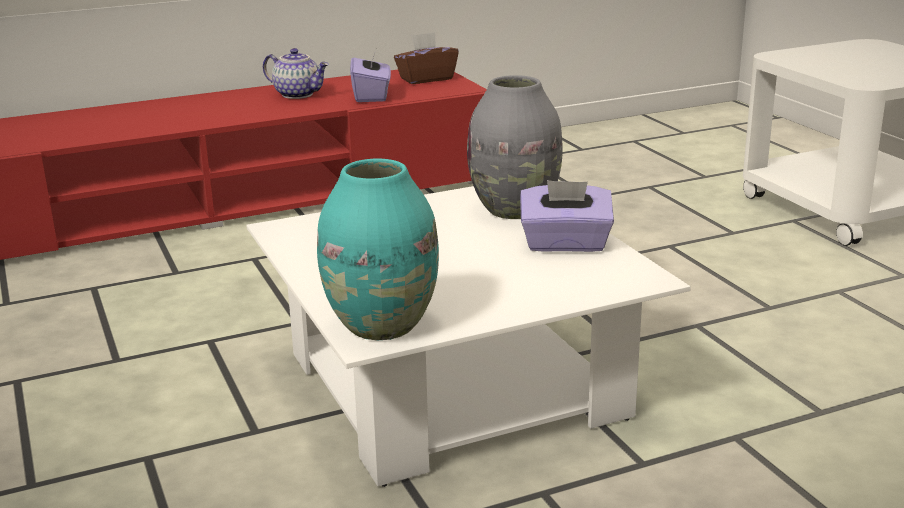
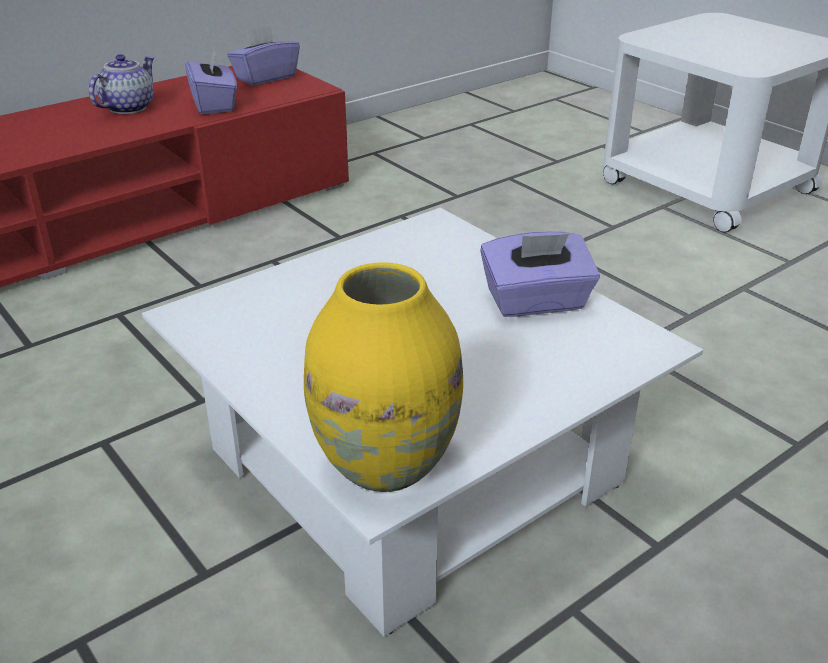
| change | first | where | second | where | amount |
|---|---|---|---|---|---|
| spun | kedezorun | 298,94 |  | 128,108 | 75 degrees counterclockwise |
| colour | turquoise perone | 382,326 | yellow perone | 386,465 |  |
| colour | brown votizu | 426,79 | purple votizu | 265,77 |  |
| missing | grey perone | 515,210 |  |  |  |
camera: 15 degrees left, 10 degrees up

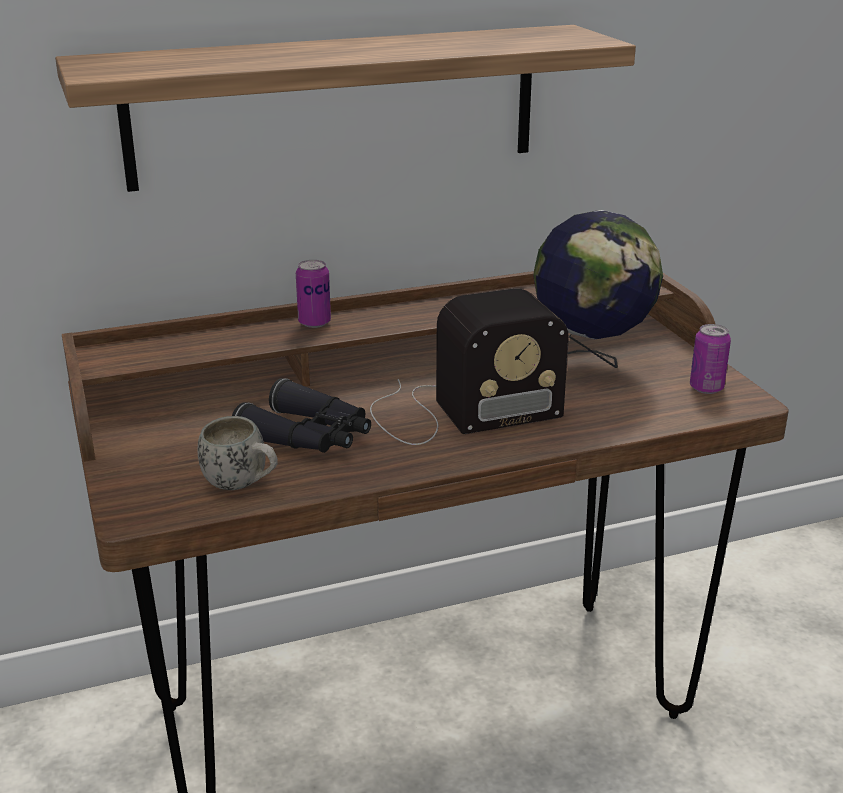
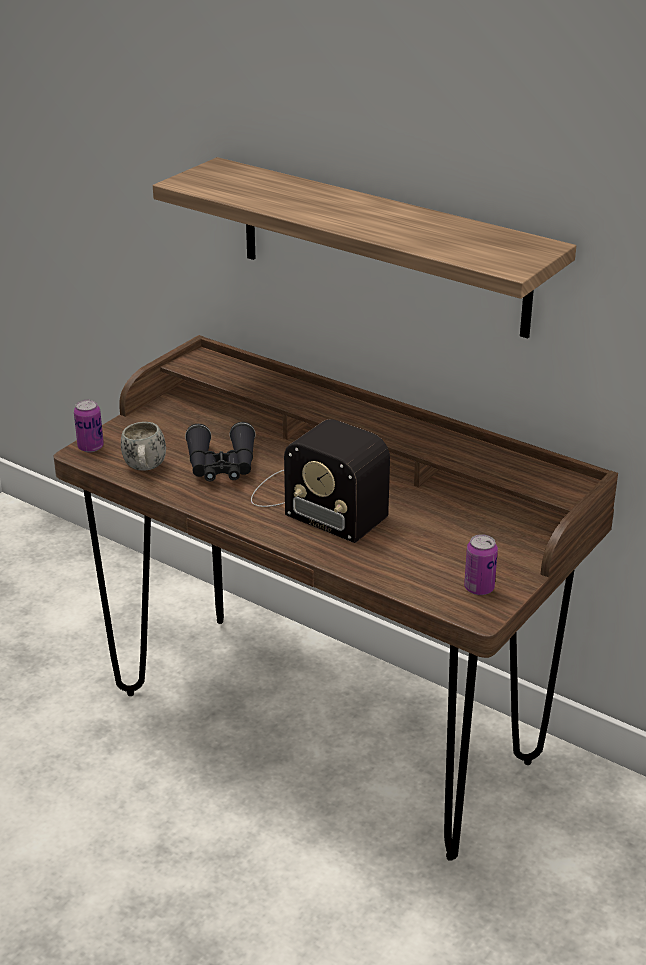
| change | first | where | second | where | amount |
|---|---|---|---|---|---|
| relocated | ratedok | 314,322 |  | 90,447 |  |
| missing | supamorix | 591,364 |  |  |  |
camera: 55 degrees right, 5 degrees up

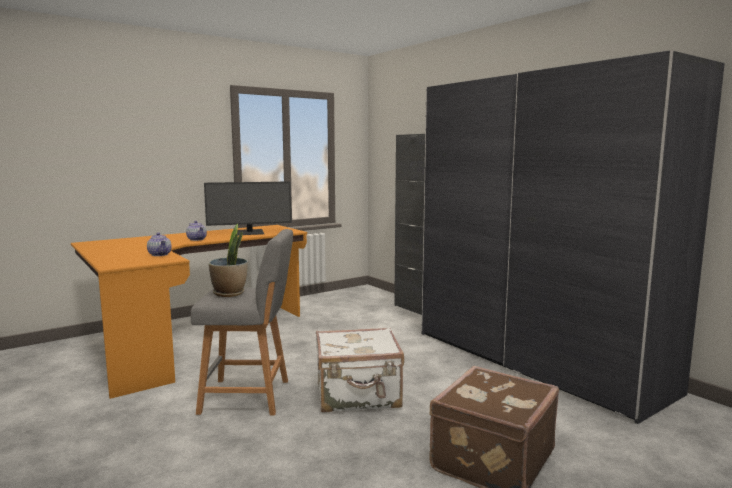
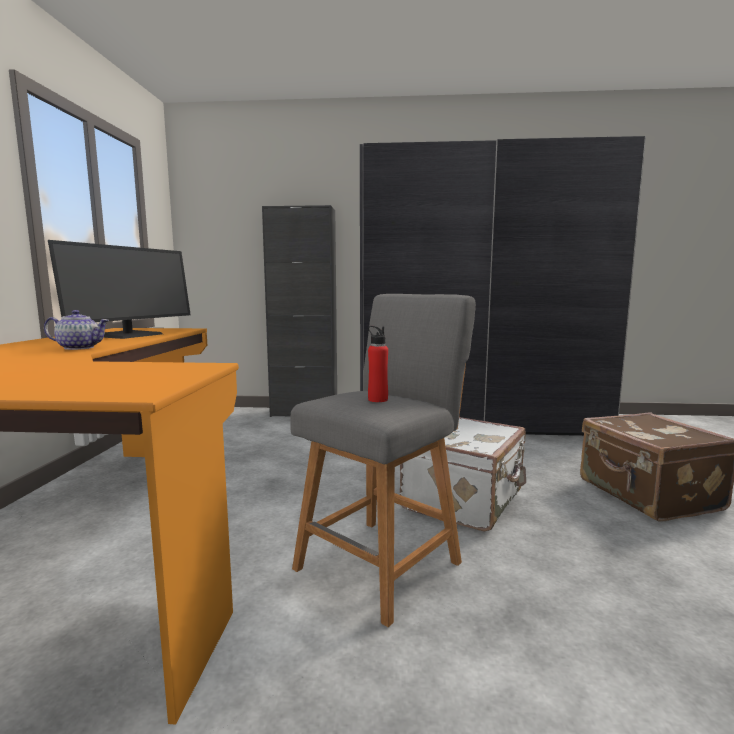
| change | first | where | second | where | amount |
|---|---|---|---|---|---|
| missing | kedezorun | 160,254 |  |  |  |
| exchanged | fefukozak | 229,293 | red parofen | 377,399 |  |
camera: 50 degrees left, 0 degrees up

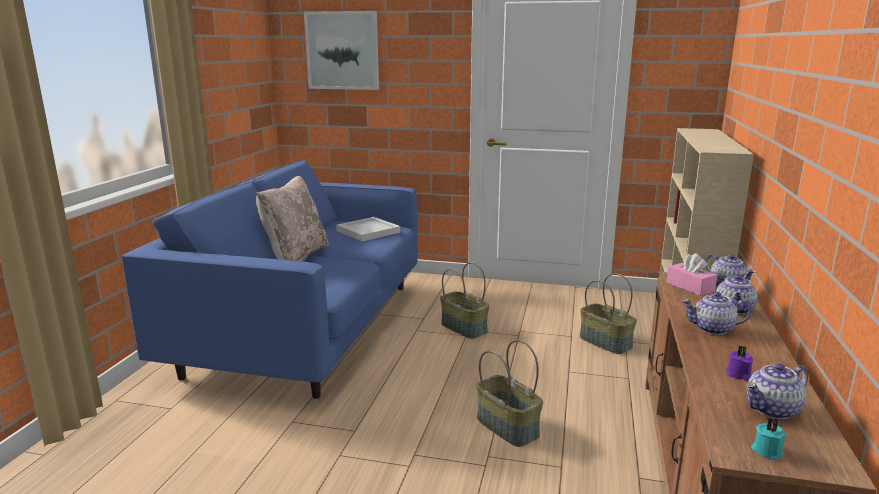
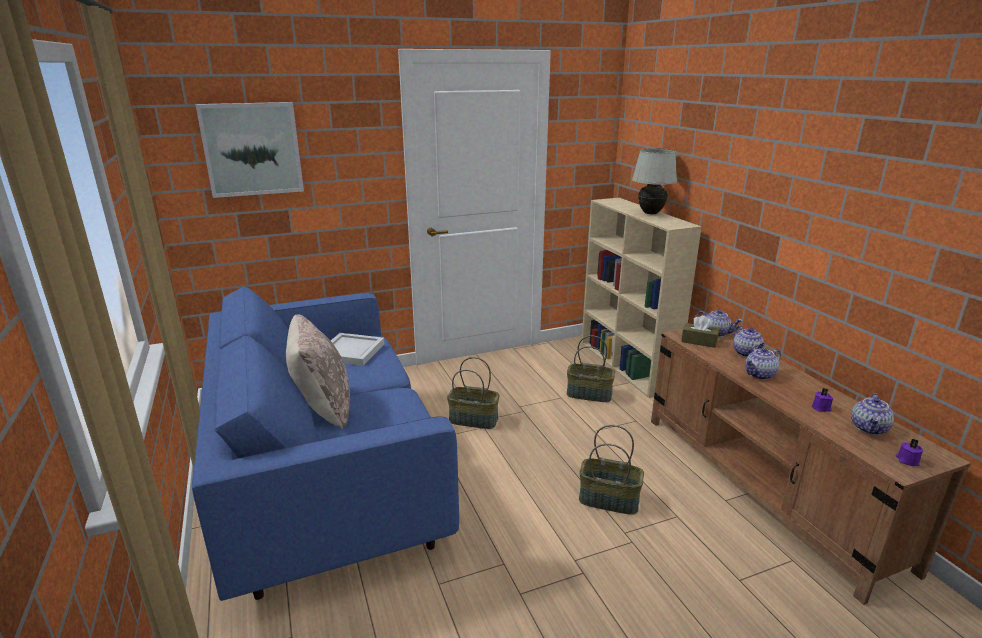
| change | first | where | second | where | amount |
|---|---|---|---|---|---|
| colour | pink votizu | 690,287 | brown votizu | 699,341 |  |
| colour | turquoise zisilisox | 767,450 | purple zisilisox | 907,460 |  |
| appeared |  |  | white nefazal | 650,213 |  |
camera: 35 degrees left, 5 degrees up

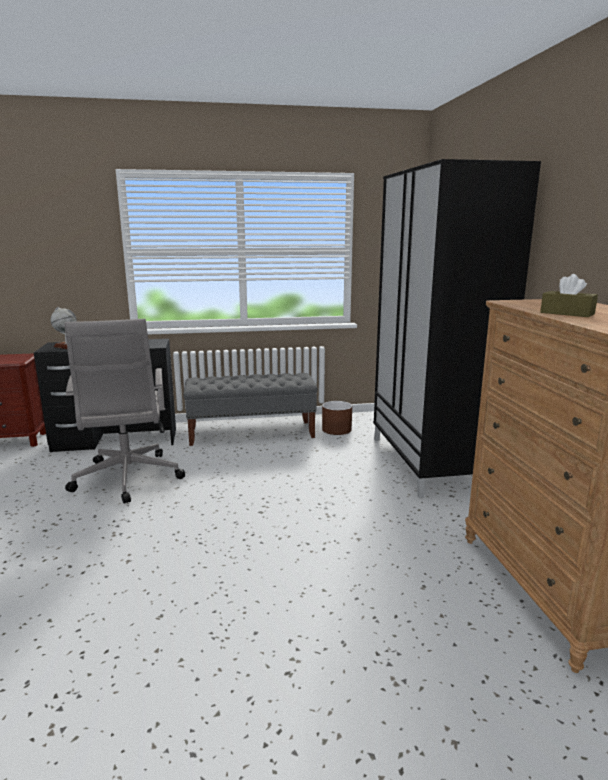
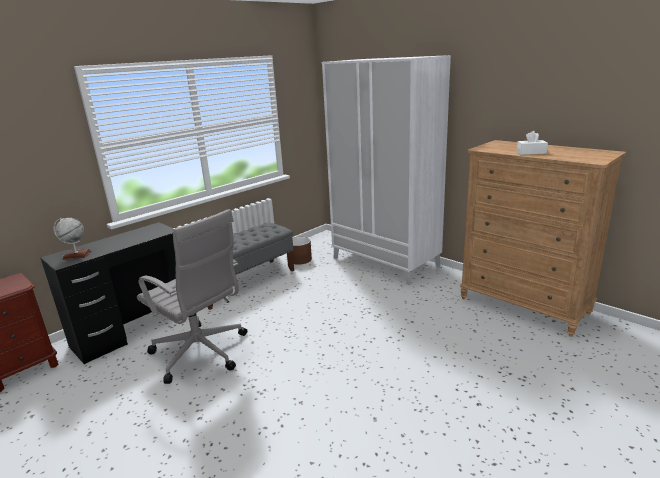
| change | first | where | second | where | amount |
|---|---|---|---|---|---|
| colour | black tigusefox | 430,463 | white tigusefox | 386,261 |  |
| colour | brown votizu | 567,313 | white votizu | 531,152 |  |
camera: 35 degrees left, 5 degrees up

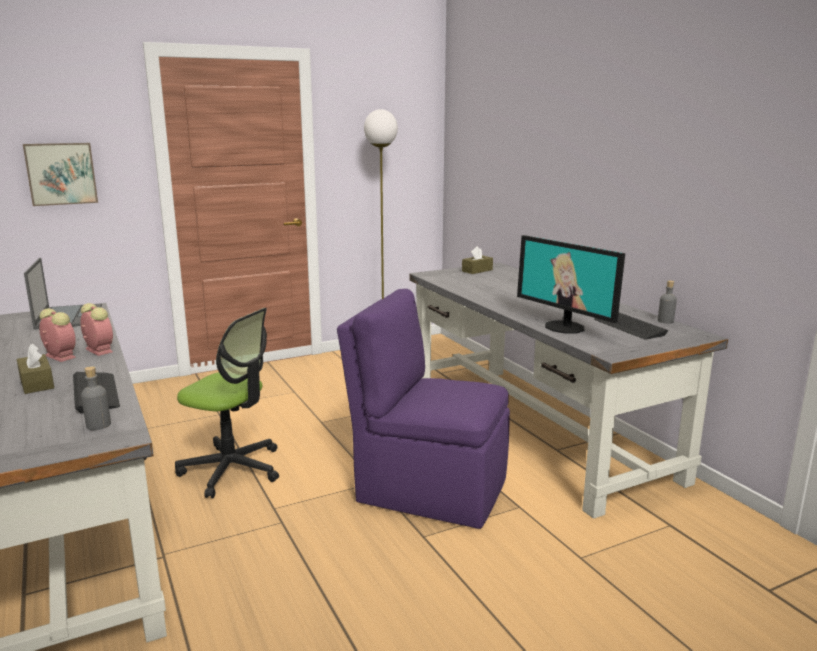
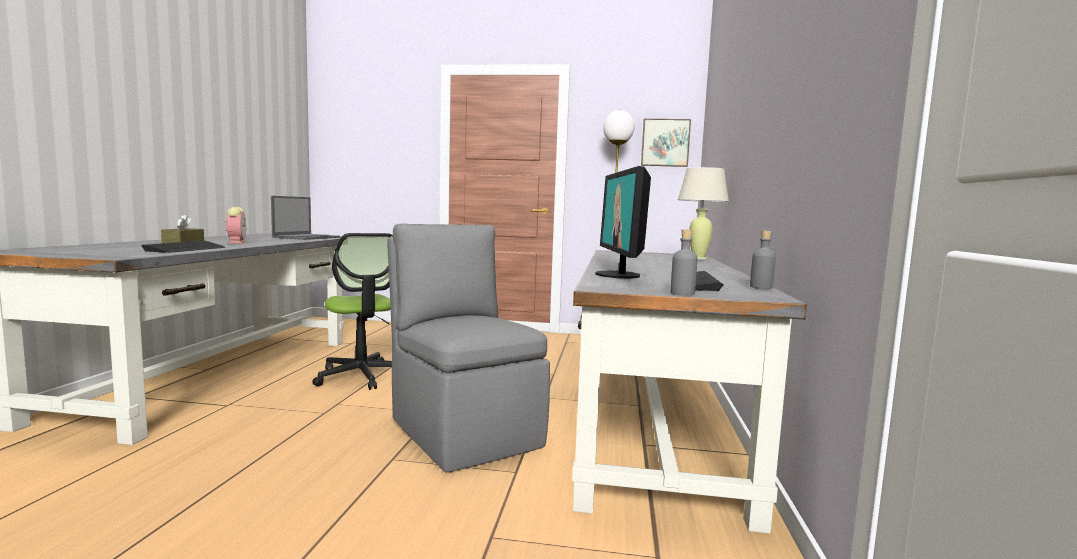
| change | first | where | second | where | amount |
|---|---|---|---|---|---|
| relocated | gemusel | 61,173 |  | 665,143 |  |
| missing | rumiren | 98,350 |  |  |  |
| relocated | grey parofen | 98,425 |  | 682,293 |  |
| colour | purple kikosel | 428,489 | grey kikosel | 464,431 |  |
| missing | brown votizu | 477,270 |  |  |  |
| appeared |  |  | beige nefazal | 698,258 |  |
camera: 35 degrees right, 10 degrees down

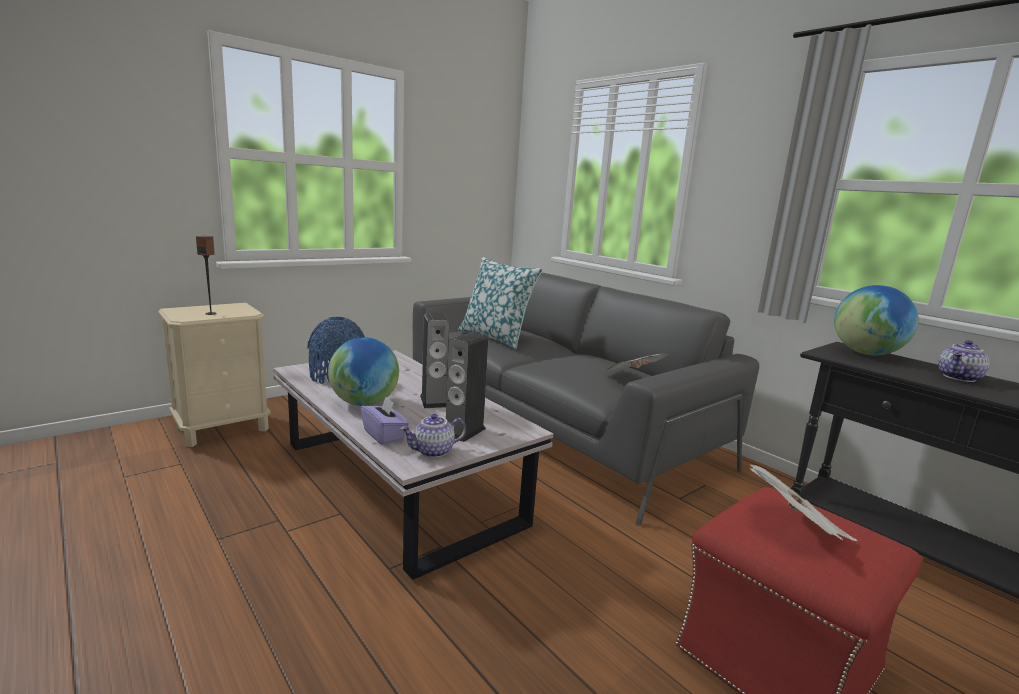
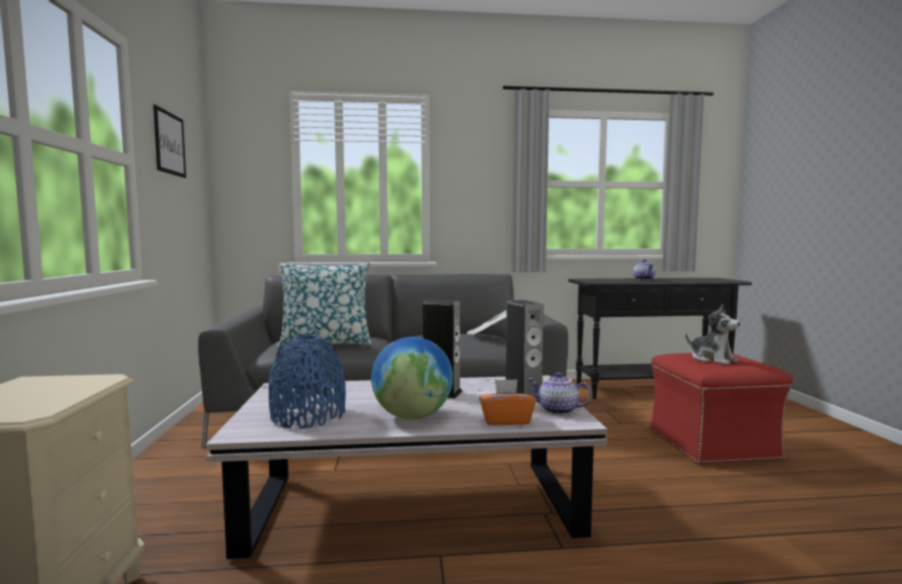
| change | first | where | second | where | amount |
|---|---|---|---|---|---|
| missing | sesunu | 211,313 |  |  |  |
| colour | purple votizu | 384,435 | orange votizu | 506,420 |  |
| spun | kedezorun | 433,452 |  | 557,410 | 105 degrees clockwise |
| exchanged | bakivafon | 795,528 | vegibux | 712,359 |  |
| missing | supamorix | 866,353 |  |  |  |
| appeared |  |  | gemusel | 169,143 |  |
camera: 55 degrees left, 10 degrees down

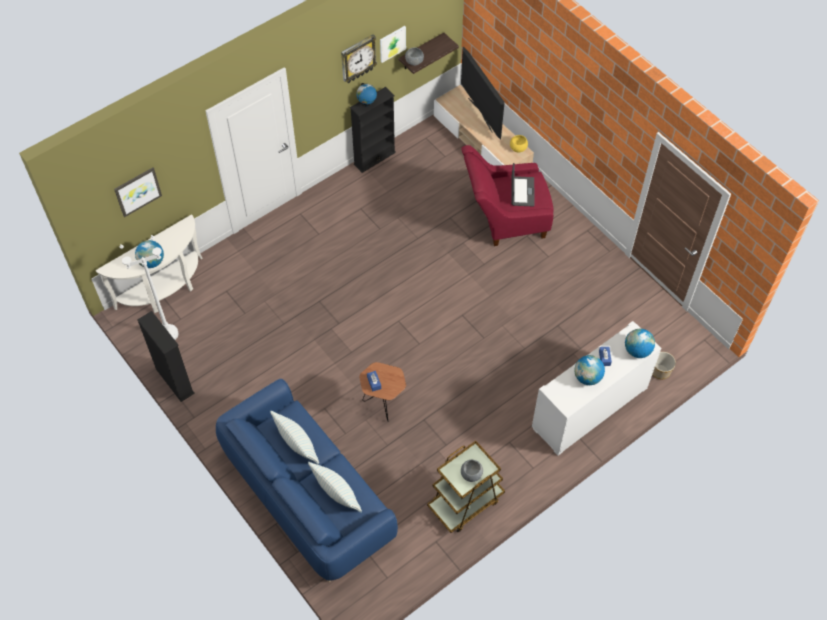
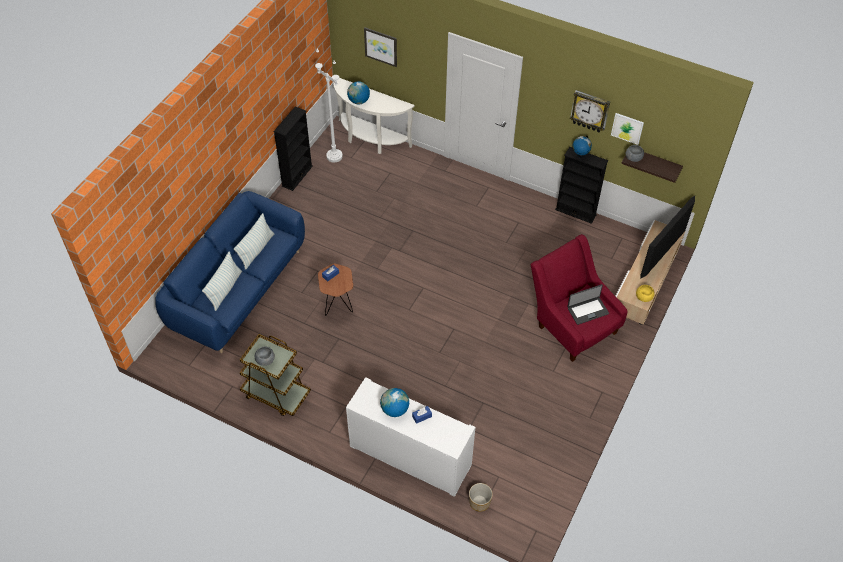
| change | first | where | second | where | amount |
|---|---|---|---|---|---|
| missing | supamorix | 637,350 |  |  |  |
camera: 65 degrees right, 5 degrees down

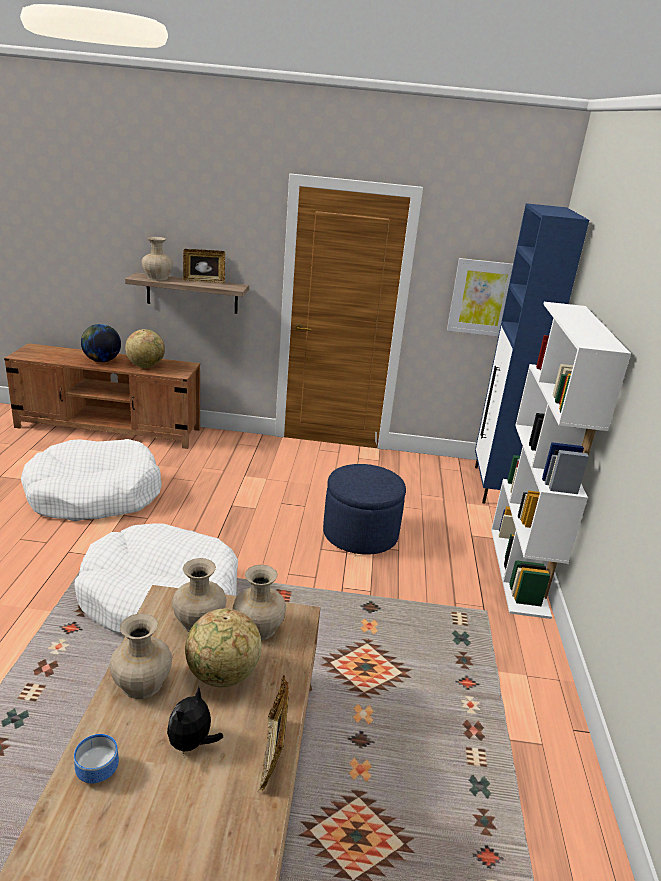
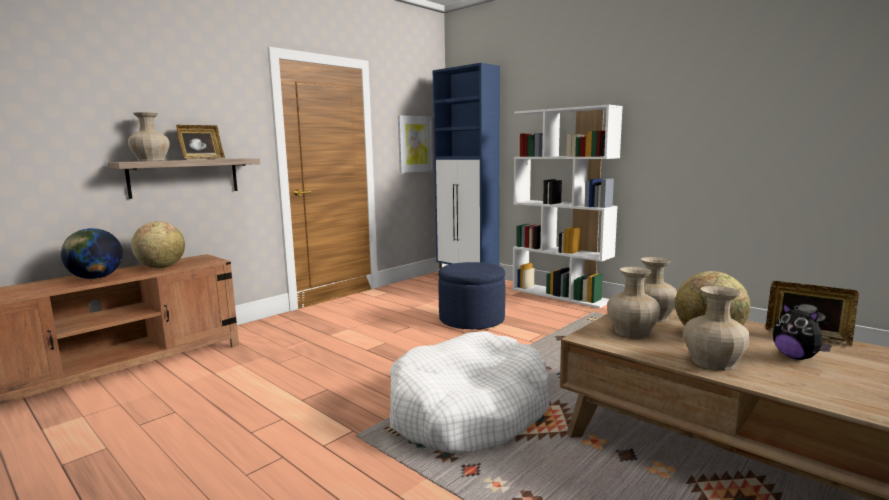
| change | first | where | second | where | amount |
|---|---|---|---|---|---|
| missing | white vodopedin | 94,494 |  |  |  |
| missing | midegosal | 97,769 |  |  |  |
camera: 50 degrees left, 15 degrees down

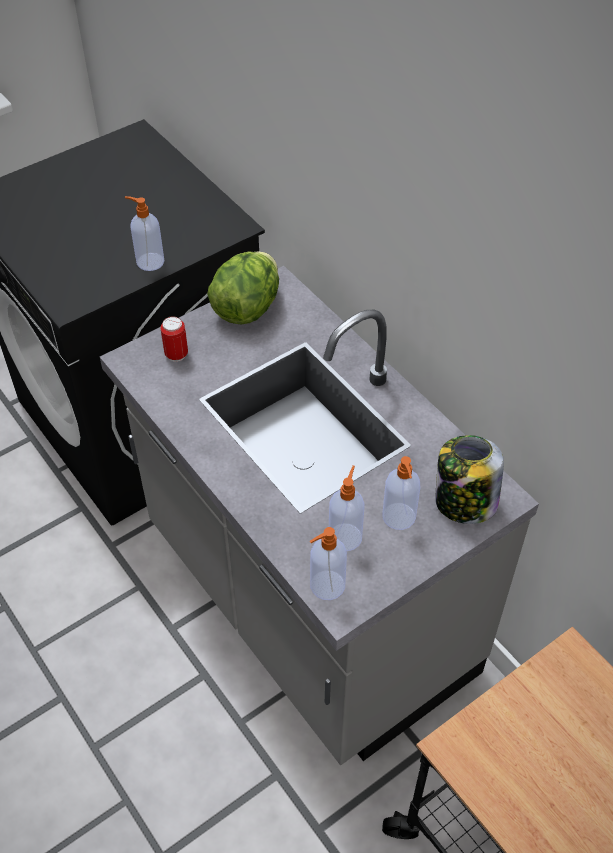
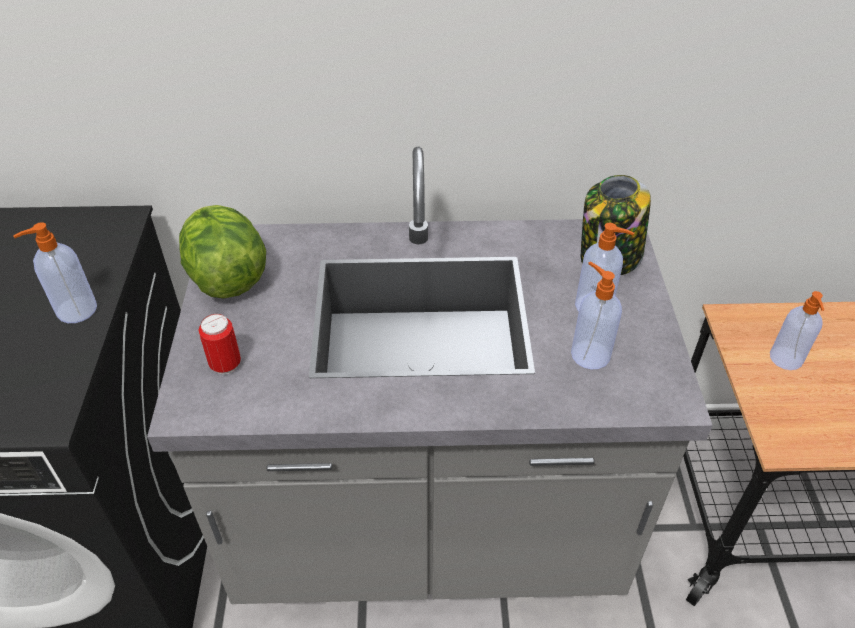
| change | first | where | second | where | amount |
|---|---|---|---|---|---|
| relocated | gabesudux | 326,586 |  | 786,359 |  |
camera: 55 degrees left, 5 degrees down

